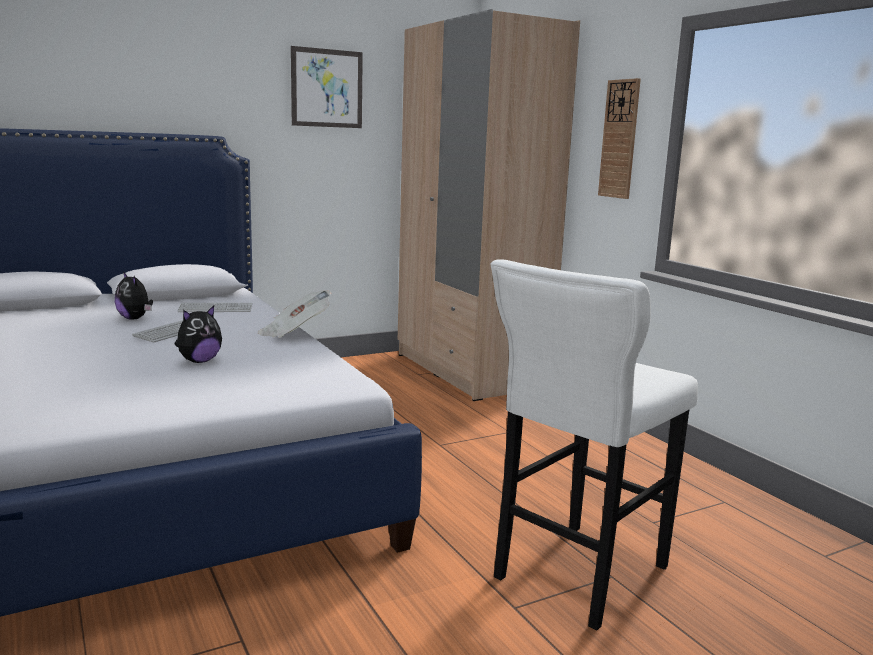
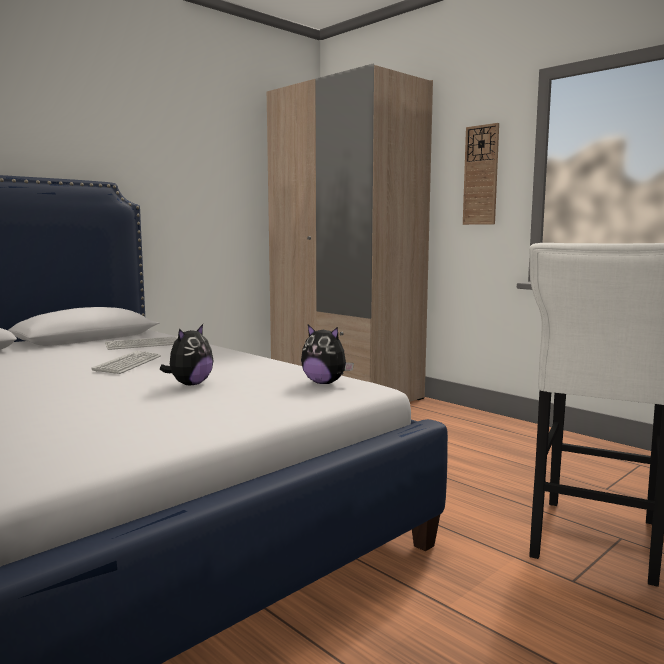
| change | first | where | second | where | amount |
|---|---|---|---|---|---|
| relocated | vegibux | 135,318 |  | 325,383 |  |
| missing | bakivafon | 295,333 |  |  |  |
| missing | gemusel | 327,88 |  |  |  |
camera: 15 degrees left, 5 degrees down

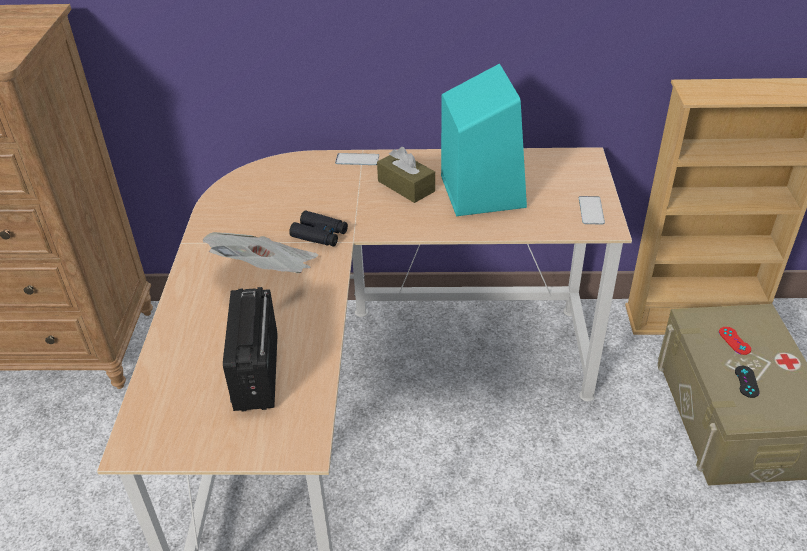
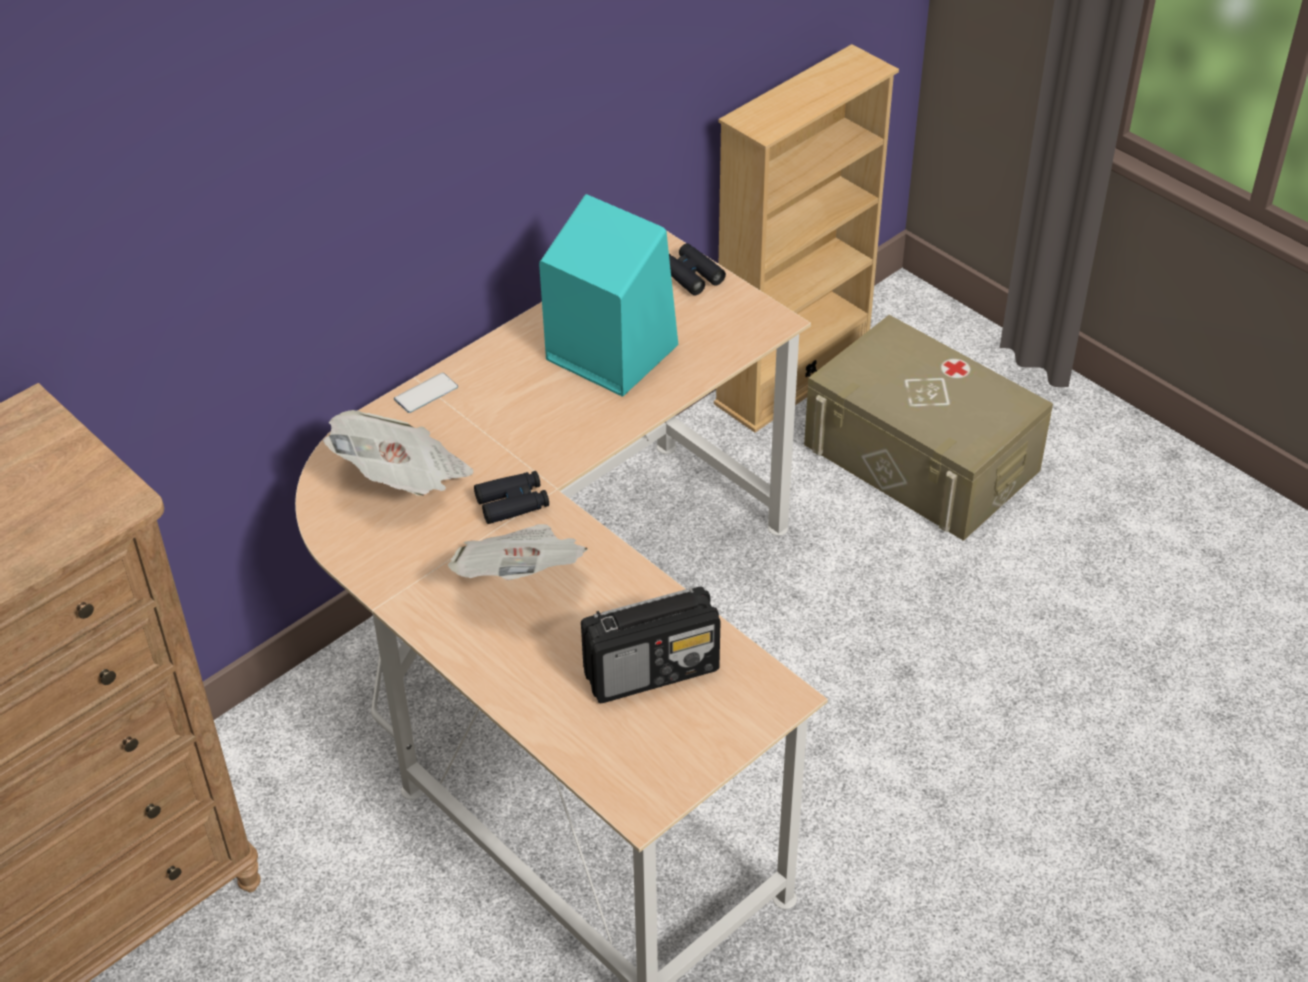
| change | first | where | second | where | amount |
|---|---|---|---|---|---|
| spun | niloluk | 256,373 |  | 653,671 | 60 degrees counterclockwise |
| missing | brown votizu | 406,186 |  |  |  |
| missing | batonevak | 591,210 |  |  |  |
| missing | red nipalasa | 734,341 |  |  |  |
| missing | black nipalasa | 746,381 |  |  |  |
| appeared |  |  | bakivafon | 403,479 |  |
| appeared |  |  | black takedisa | 691,275 |  |
camera: 45 degrees left, 5 degrees up

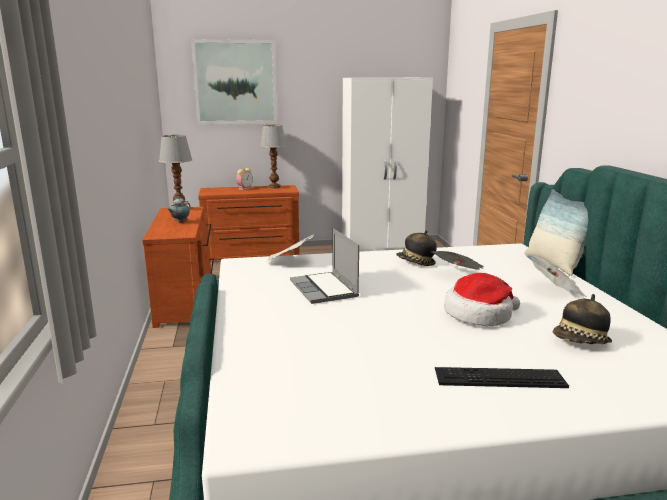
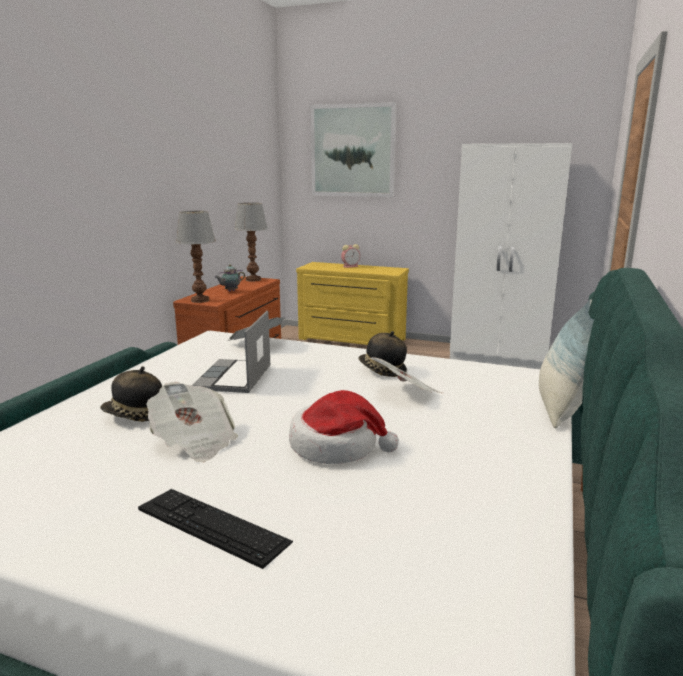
| change | first | where | second | where | amount |
|---|---|---|---|---|---|
| colour | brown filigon | 252,255 | yellow filigon | 351,340 |  |
| relocated | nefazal | 274,187 |  | 201,300 |  |
| relocated | bakivafon | 554,290 |  | 194,442 |  |
| relocated | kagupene | 580,342 |  | 134,416 |  |
camera: 30 degrees right, 0 degrees up

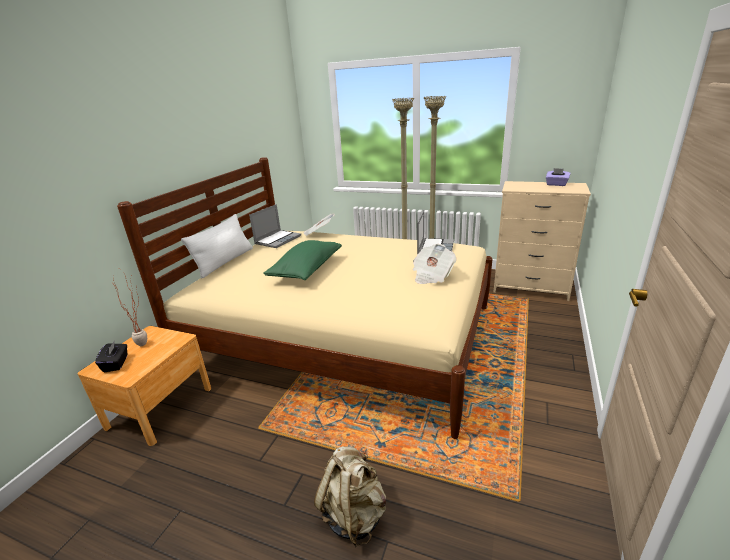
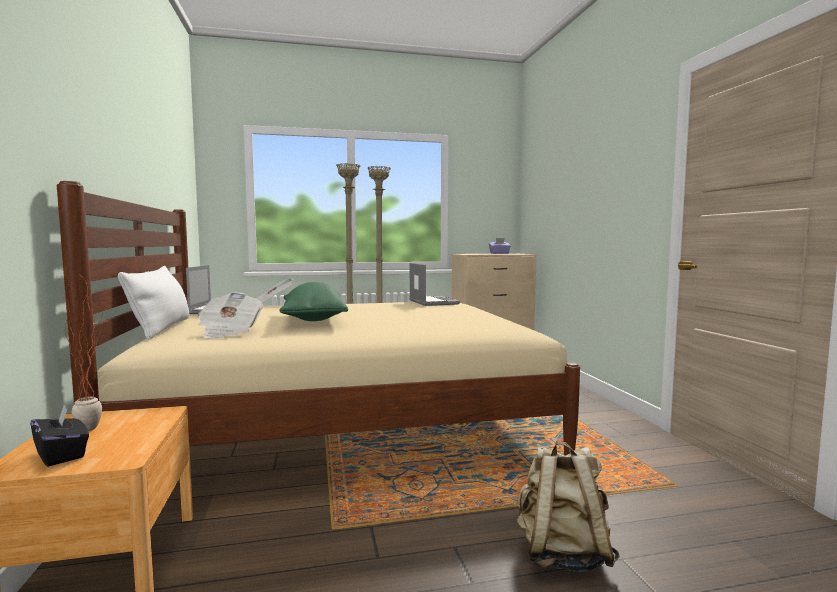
| change | first | where | second | where | amount |
|---|---|---|---|---|---|
| relocated | bakivafon | 432,275 |  | 229,332 |  |
camera: 35 degrees left, 20 degrees down

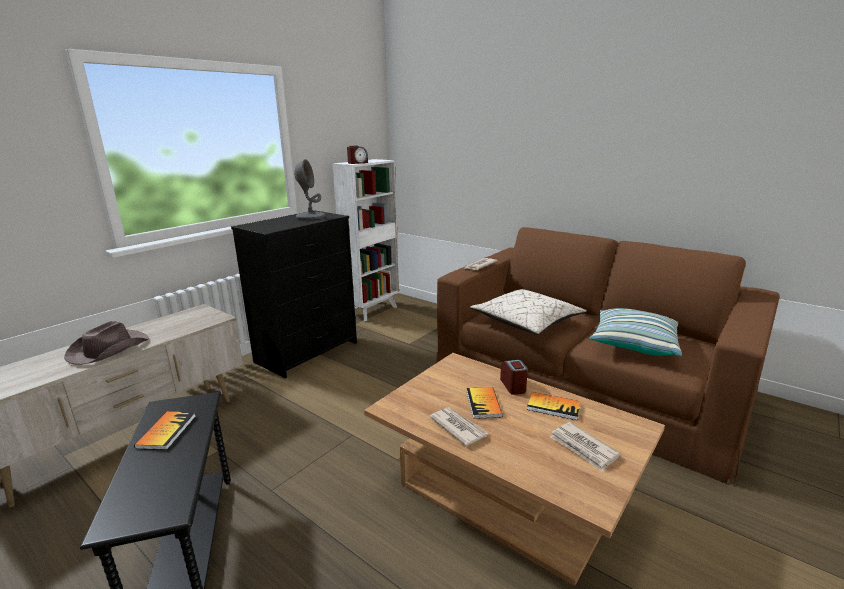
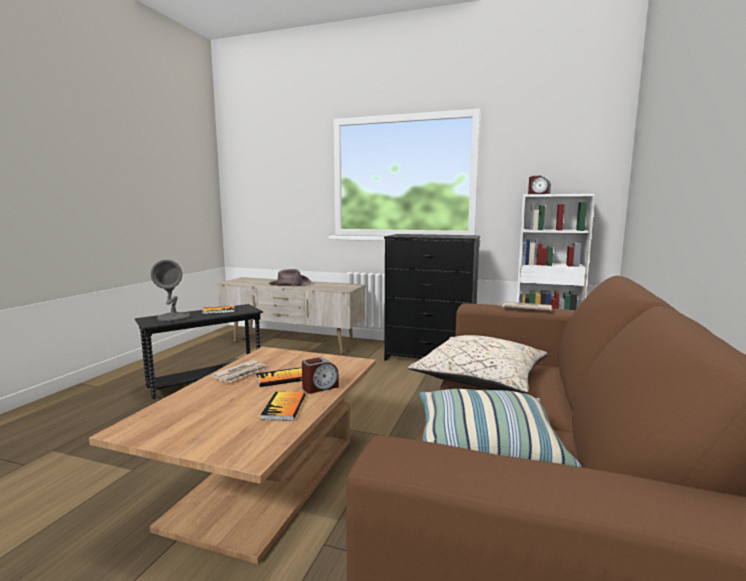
| change | first | where | second | where | amount |
|---|---|---|---|---|---|
| relocated | grey nefazal | 310,216 |  | 174,317 |  |
| missing | bakivafon | 583,448 |  |  |  |
camera: 70 degrees right, 10 degrees down

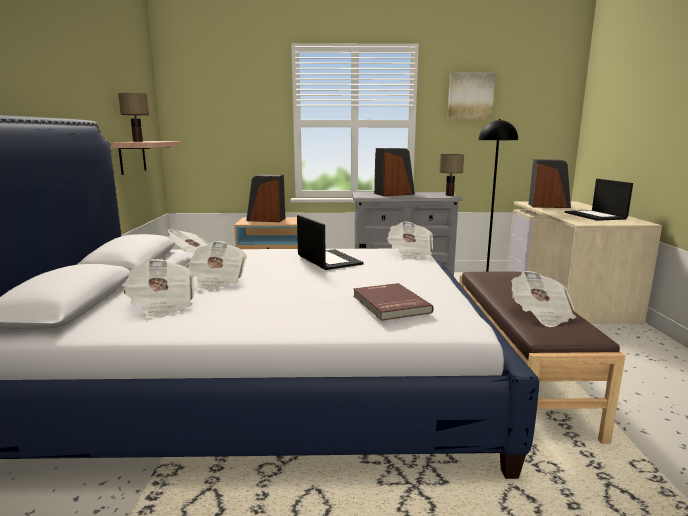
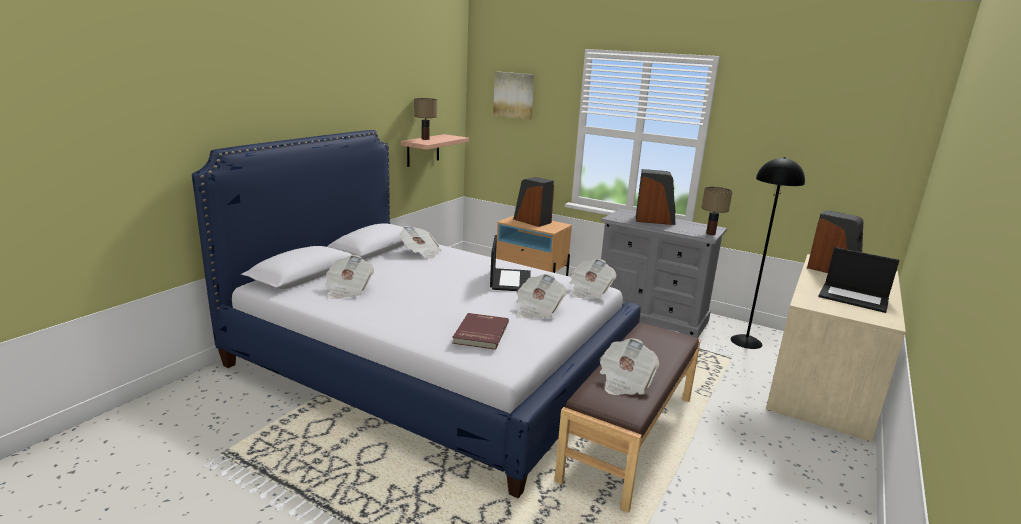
| change | first | where | second | where | amount |
|---|---|---|---|---|---|
| relocated | bakivafon | 217,281 |  | 537,310 |  |
| relocated | gemusel | 470,96 |  | 514,95 |  |
| spun | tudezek | 595,216 |  | 854,298 | 75 degrees counterclockwise |
camera: 30 degrees right, 5 degrees up

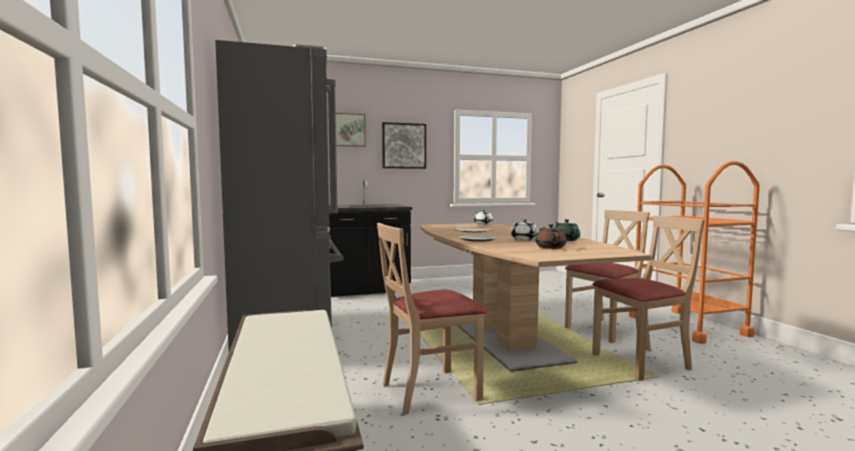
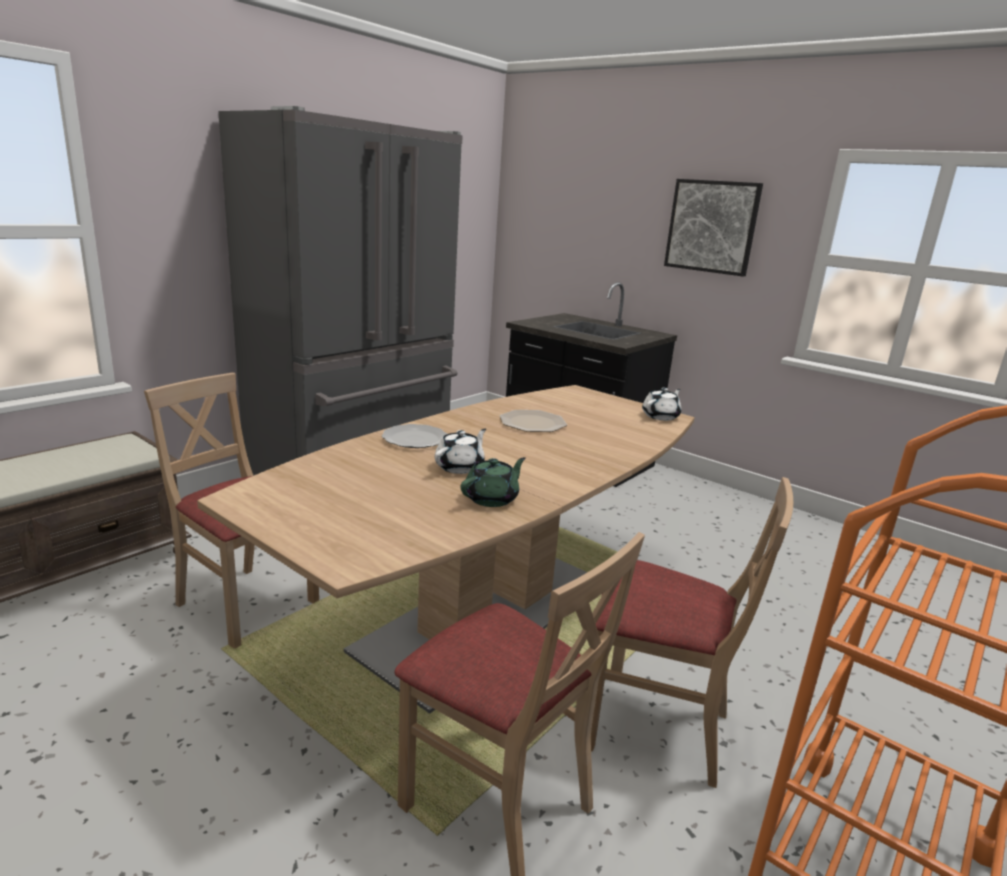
| change | first | where | second | where | amount |
|---|---|---|---|---|---|
| missing | gemusel | 348,130 |  |  |  |
| missing | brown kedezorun | 550,247 |  |  |  |
camera: 55 degrees right, 15 degrees up

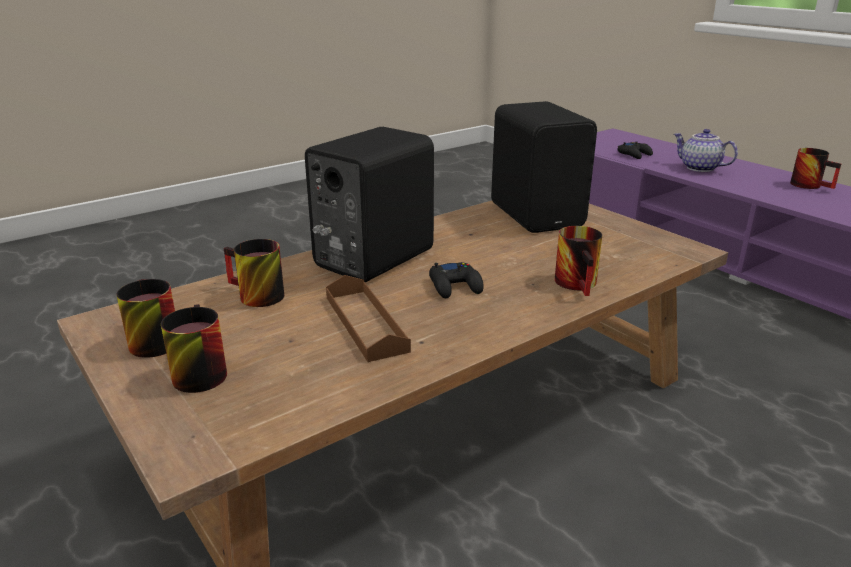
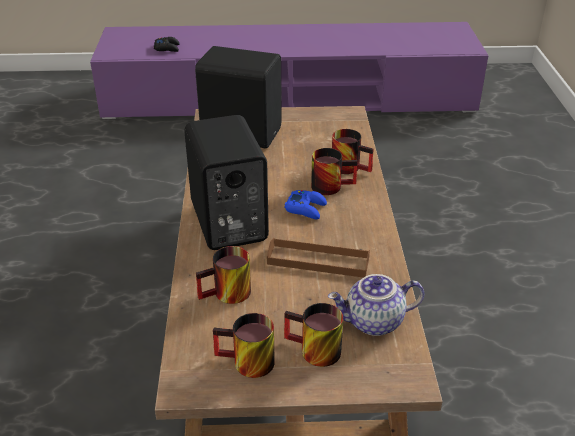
| change | first | where | second | where | amount |
|---|---|---|---|---|---|
| colour | black nipalasa | 455,286 | blue nipalasa | 306,208 |  |
| relocated | kedezorun | 699,168 |  | 374,323 |  |
| relocated | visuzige | 811,185 |  | 331,185 |  |
camera: 55 degrees left, 10 degrees up

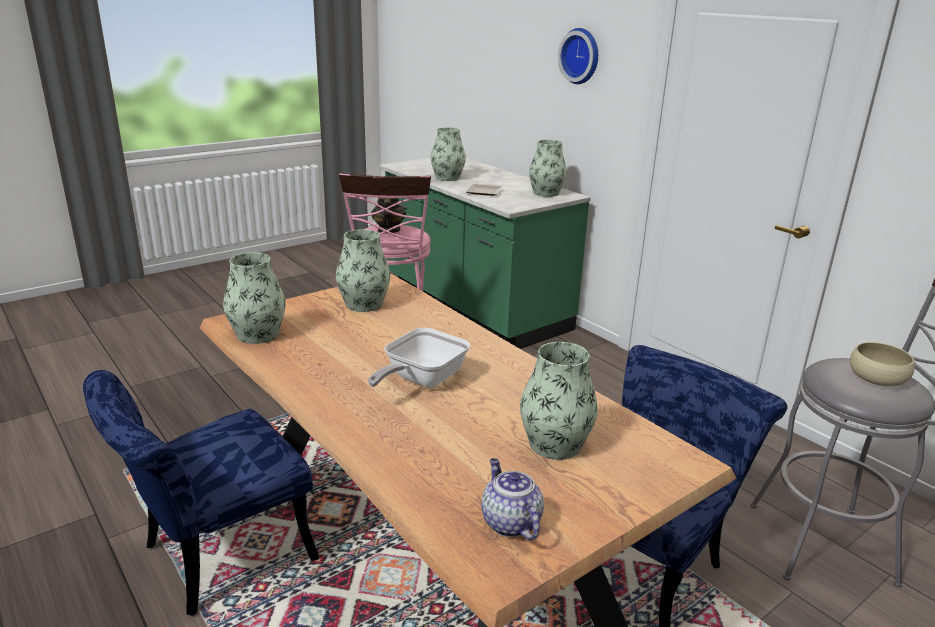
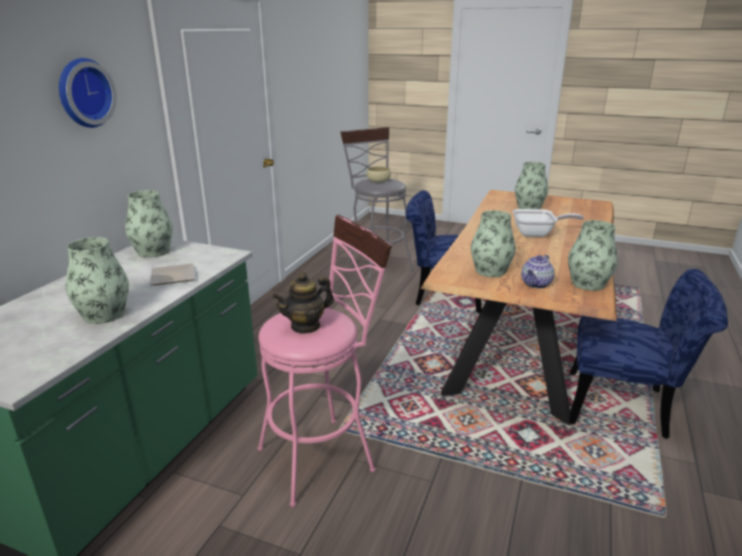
| change | first | where | second | where | amount |
|---|---|---|---|---|---|
| relocated | kedezorun | 509,522 |  | 536,284 |  |
camera: 120 degrees left, 0 degrees up

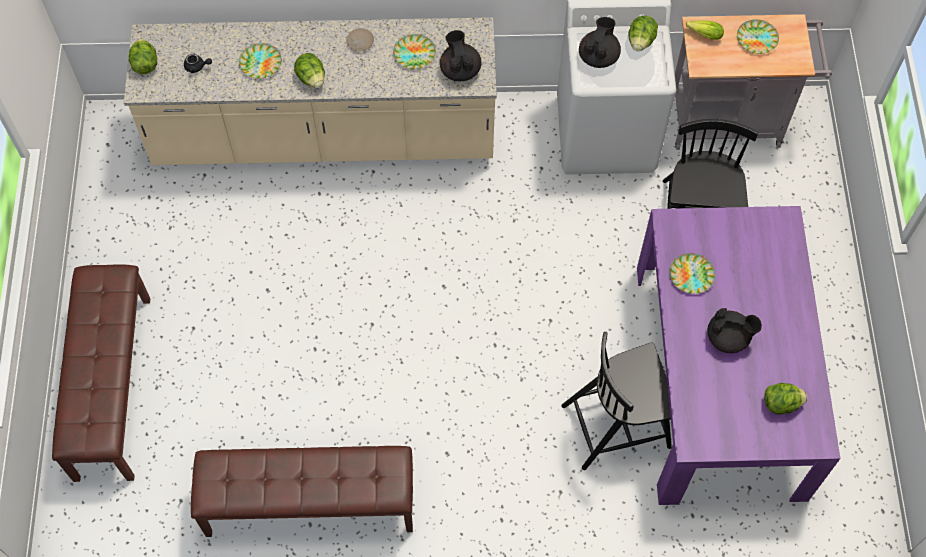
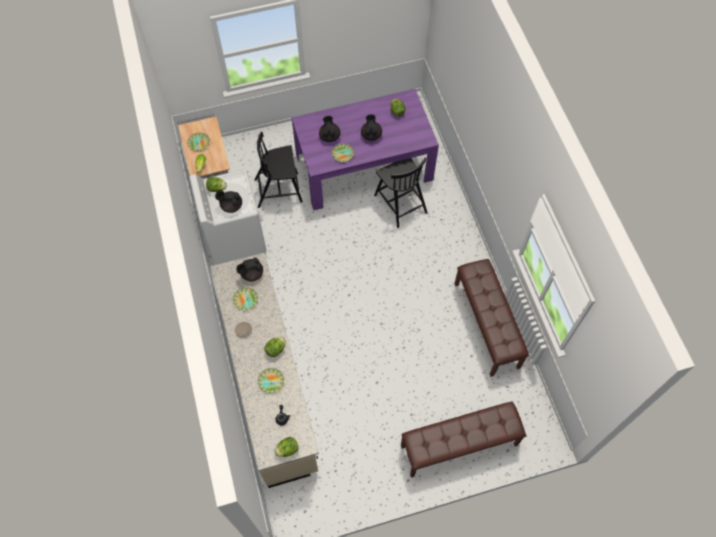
| change | first | where | second | where | amount |
|---|---|---|---|---|---|
| appeared |  |  | black kedezorun | 329,136 |  |
camera: 105 degrees left, 0 degrees up

